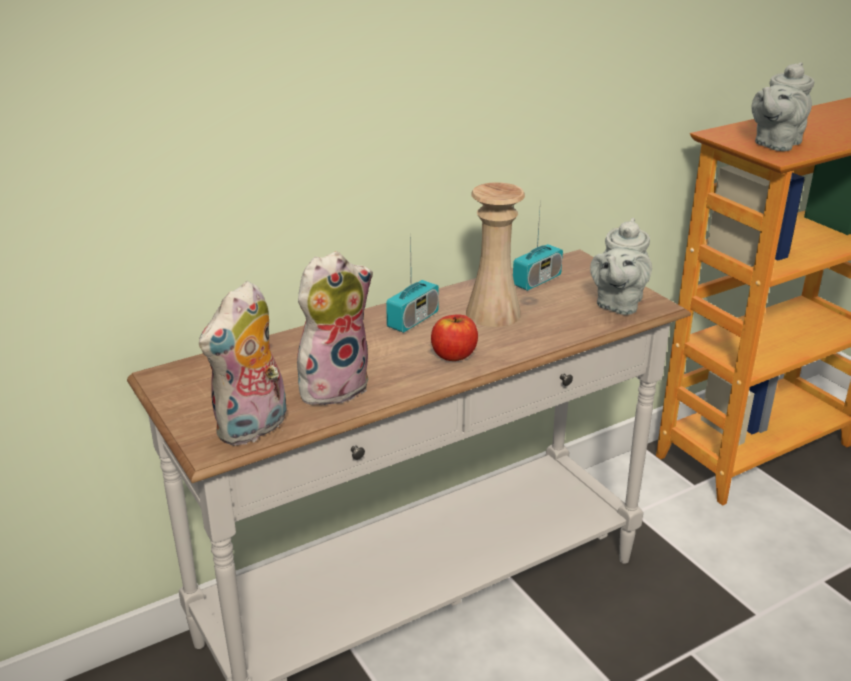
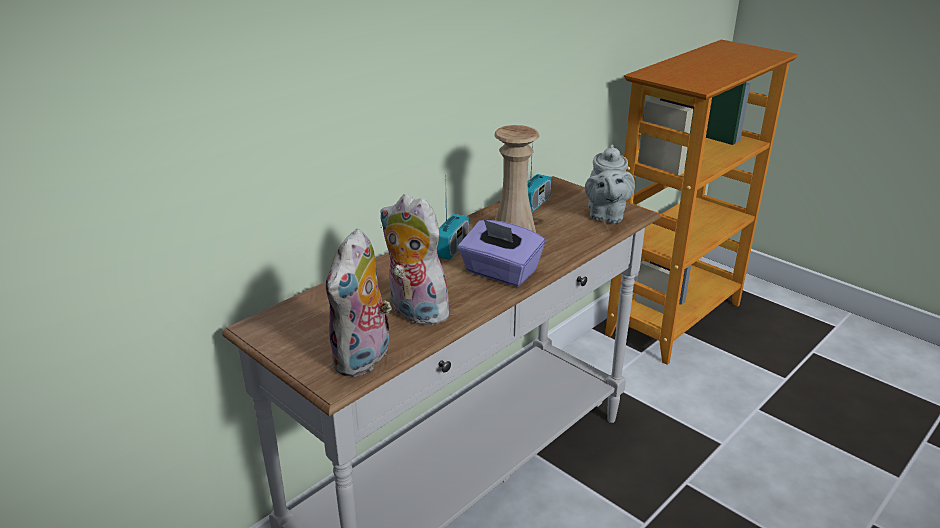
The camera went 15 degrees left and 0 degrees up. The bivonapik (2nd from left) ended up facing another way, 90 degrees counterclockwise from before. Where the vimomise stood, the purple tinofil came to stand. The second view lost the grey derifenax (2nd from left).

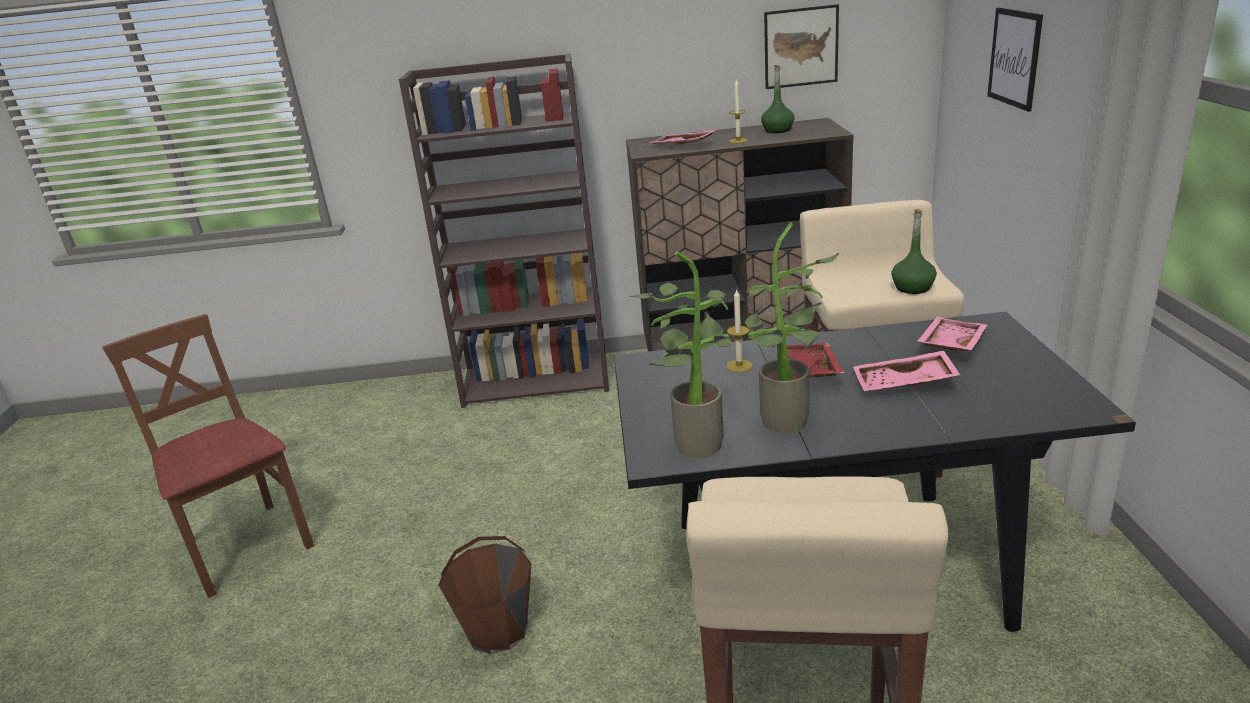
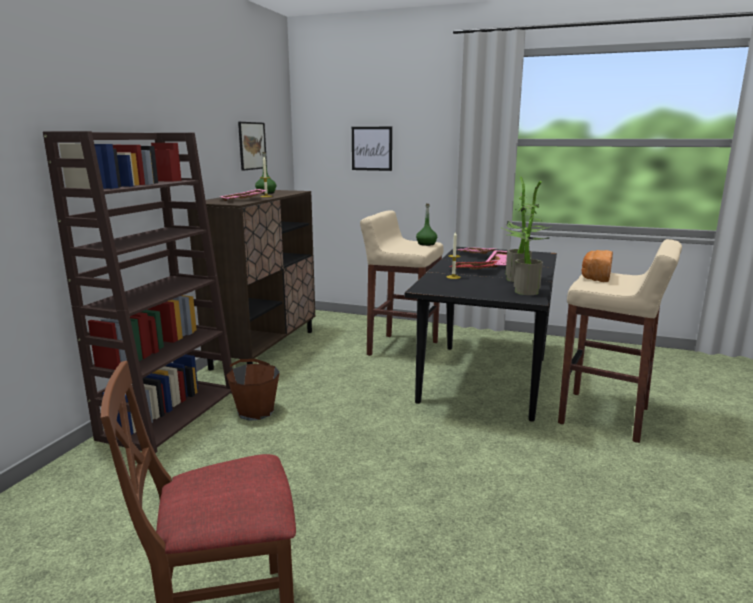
The camera went 70 degrees left and 10 degrees down. The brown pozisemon ended up elsewhere. The second view gained the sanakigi.

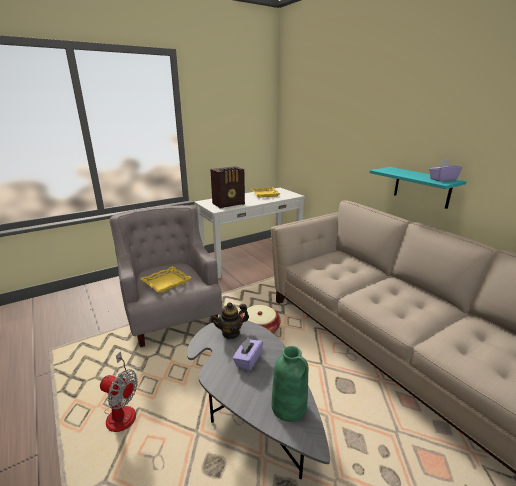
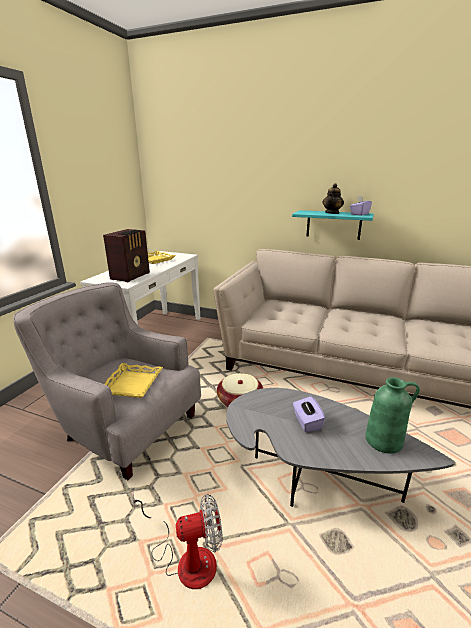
The camera went 35 degrees left and 0 degrees up. The derifenax ended up elsewhere.

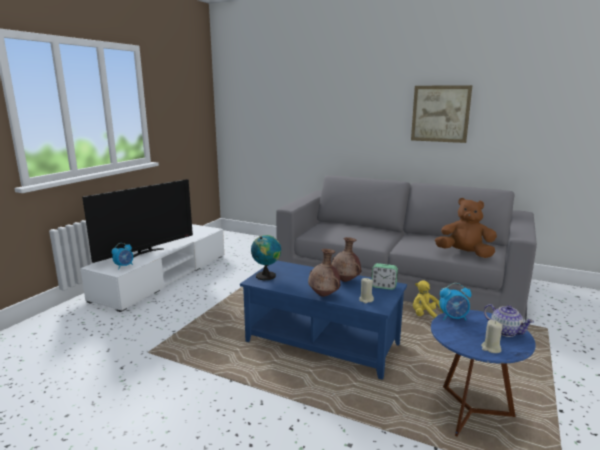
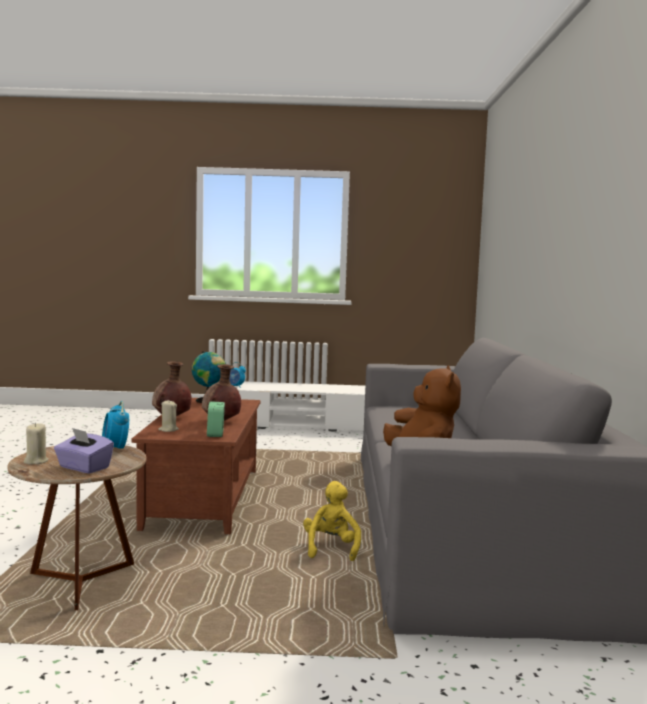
The camera went 65 degrees right and 10 degrees down. The second view lost the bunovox. What was the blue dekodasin turned into the brown dekodasin. The second view lost the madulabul. What was the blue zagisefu turned into the brown zagisefu. Where the derifenax stood, the purple tinofil came to stand.

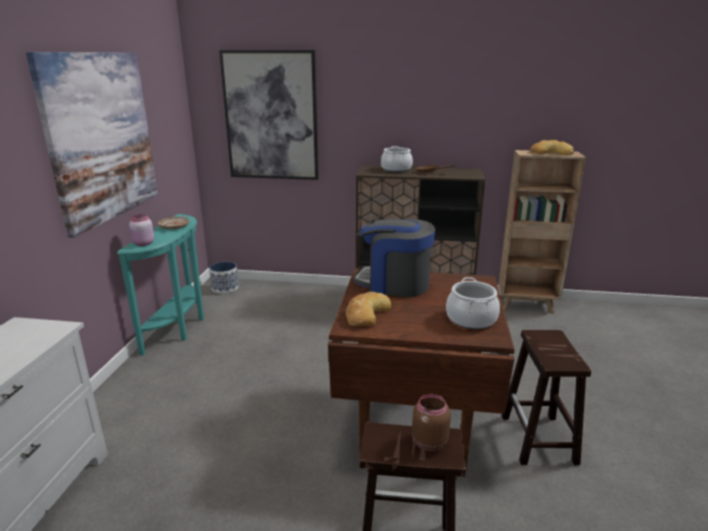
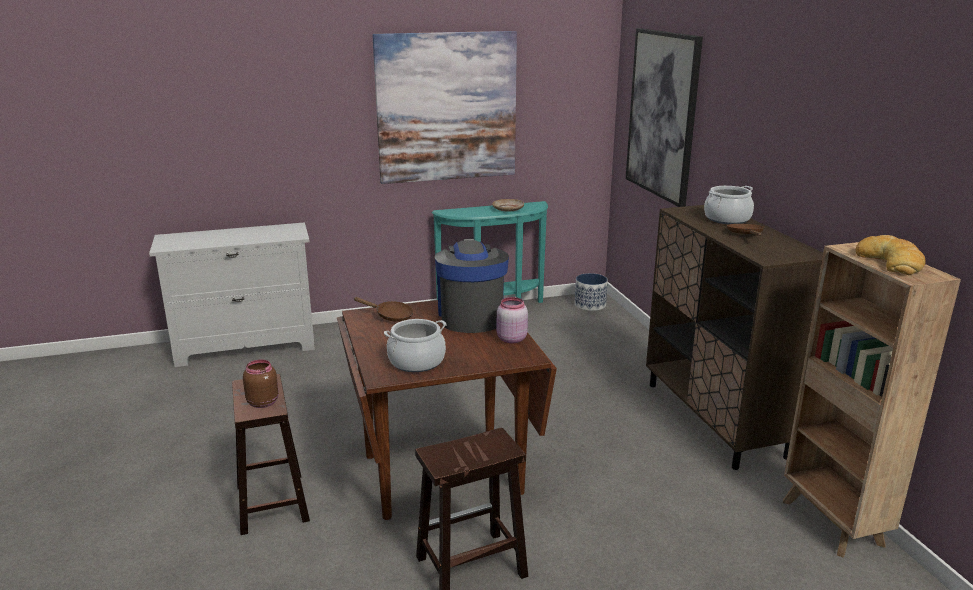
The camera went 65 degrees right and 0 degrees up. The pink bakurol ended up elsewhere. Where the sanakigi (1st from left) stood, the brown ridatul (1st from left) came to stand.

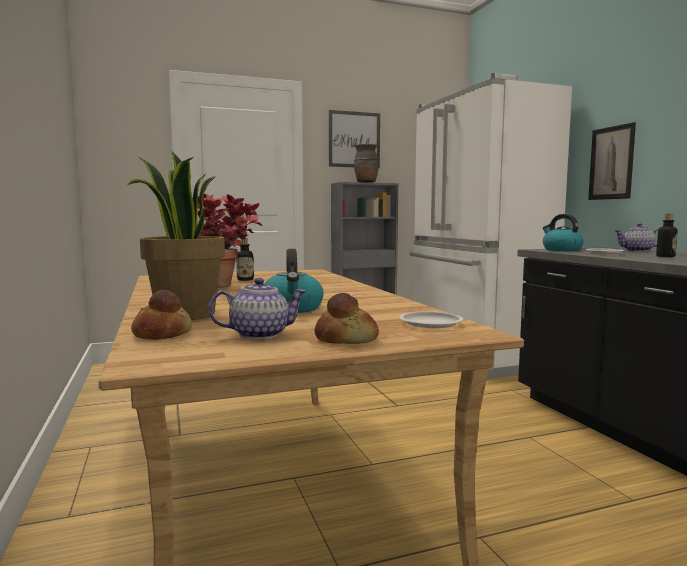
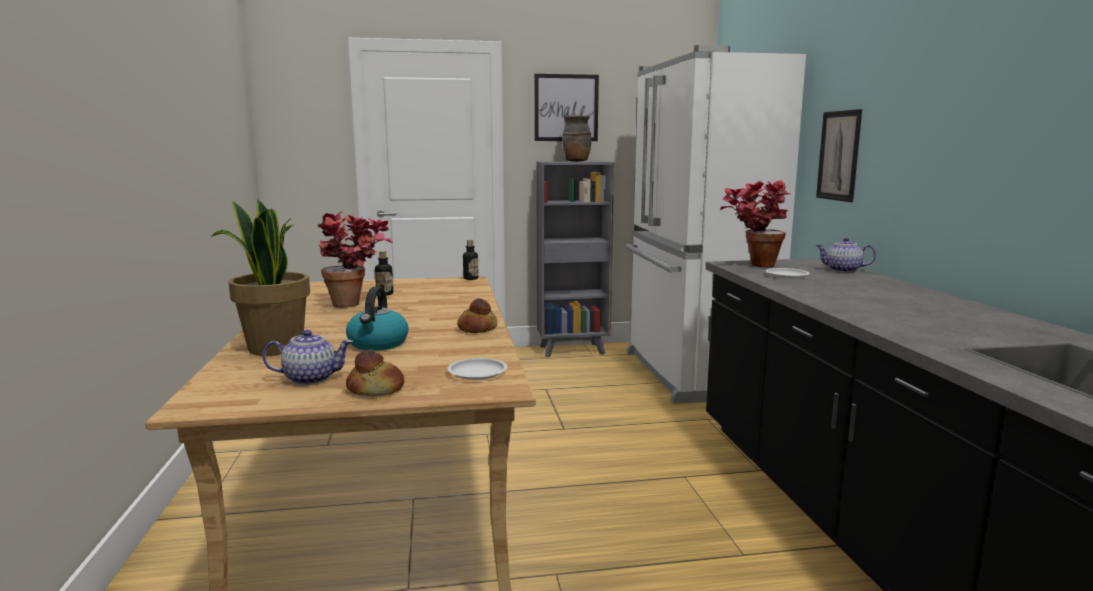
The camera went 10 degrees right and 5 degrees up. The sanakigi (1st from left in the first image) ended up elsewhere. Where the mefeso (2nd from left) stood, the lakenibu (3rd from left) came to stand. The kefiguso (2nd from left) ended up elsewhere.

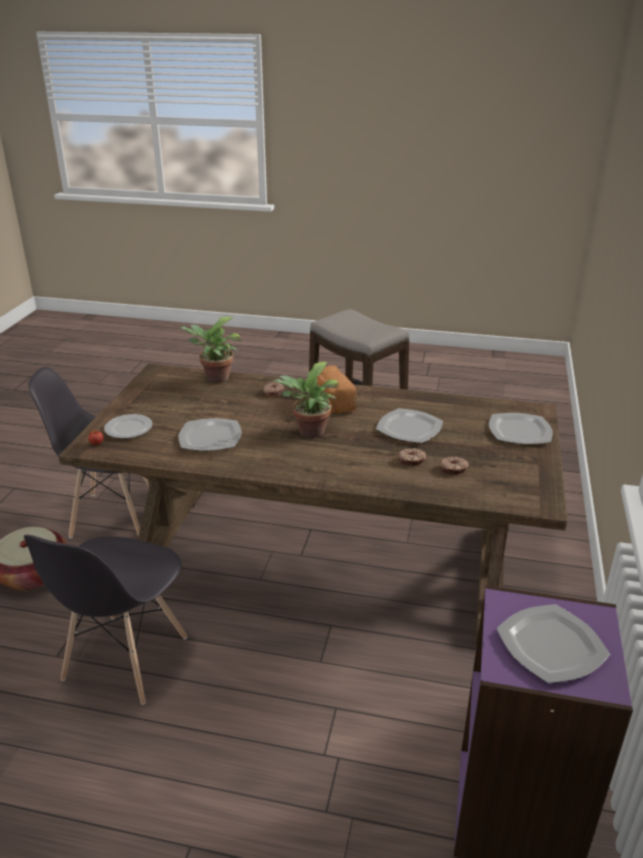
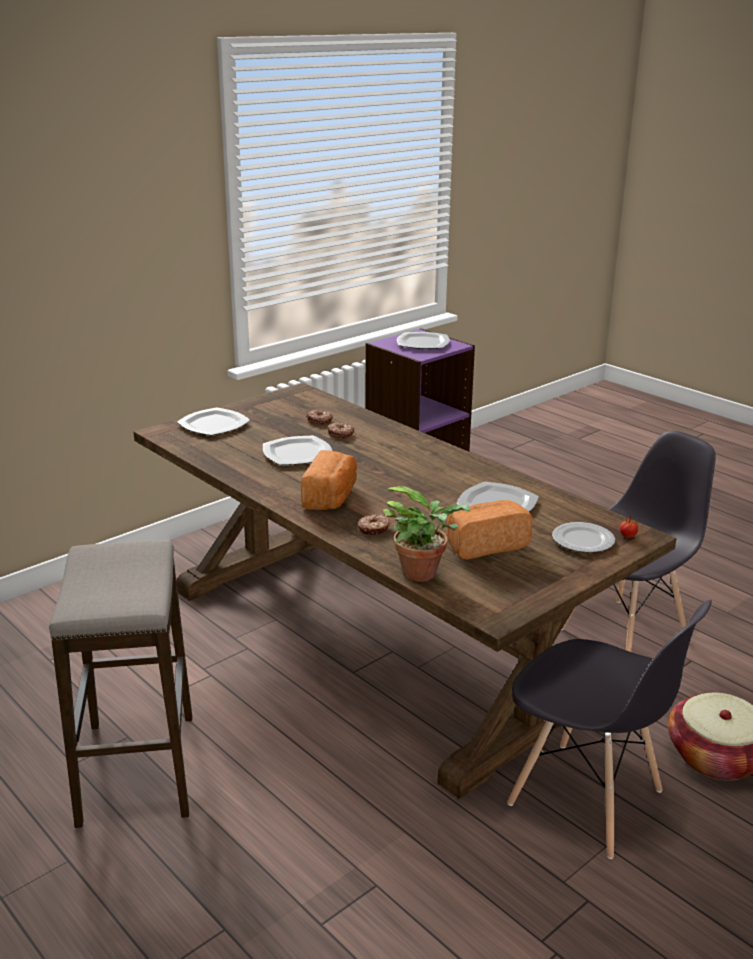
The camera went 145 degrees left and 5 degrees down. The second view lost the lakenibu (2nd from left). The second view gained the sanakigi (2nd from left).

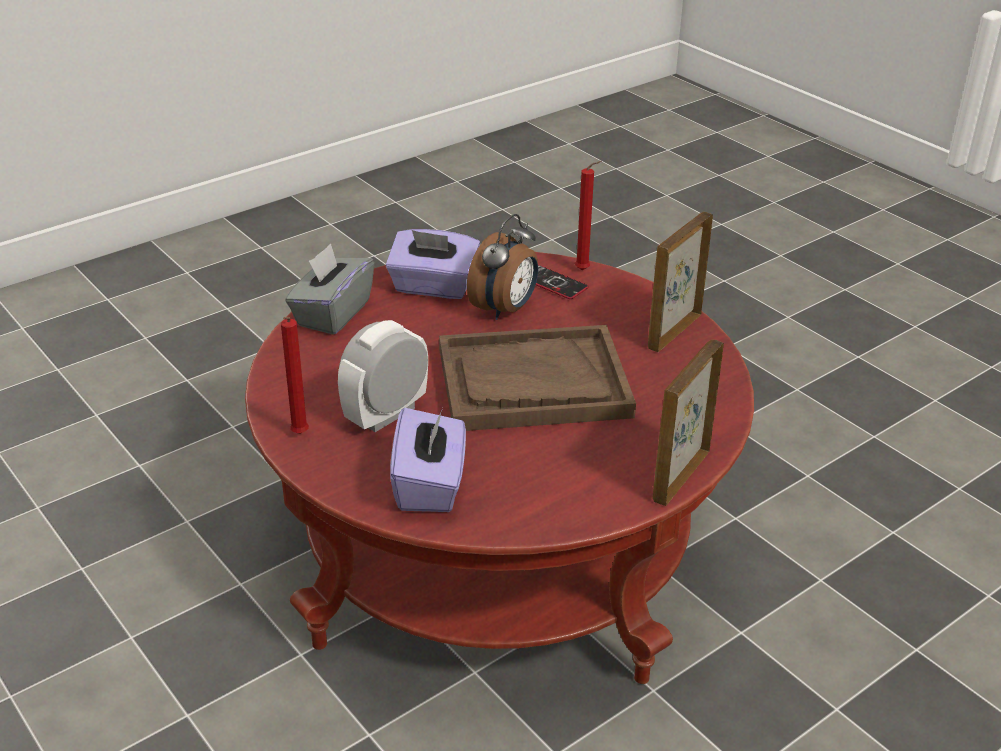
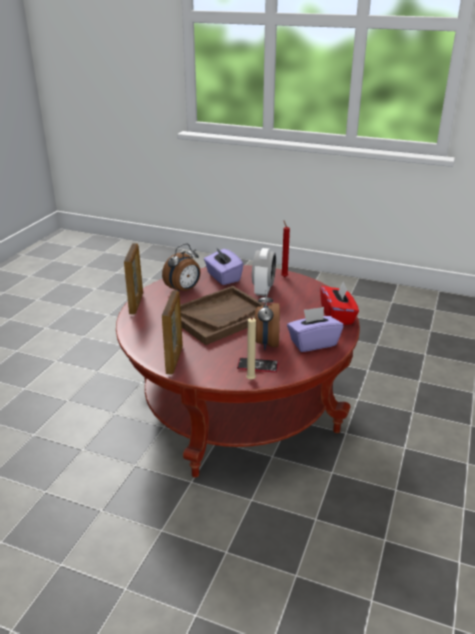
The camera went 150 degrees right and 5 degrees down. What was the grey tinofil turned into the red tinofil. What was the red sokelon (2nd from left) turned into the beige sokelon. The second view gained the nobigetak (1st from left).

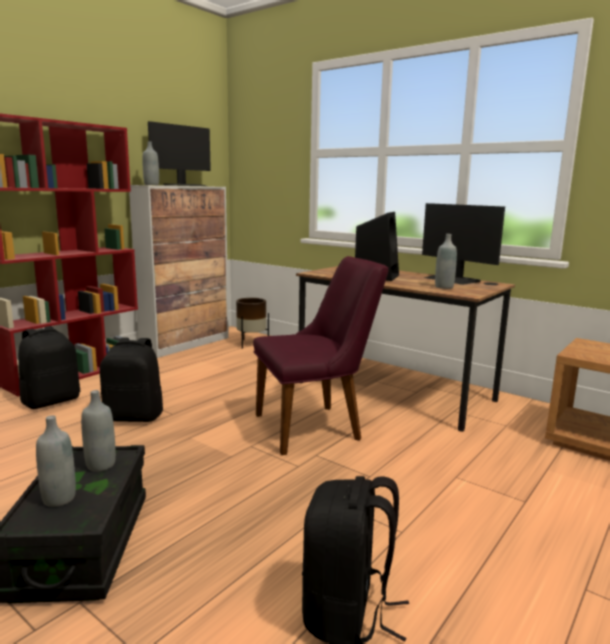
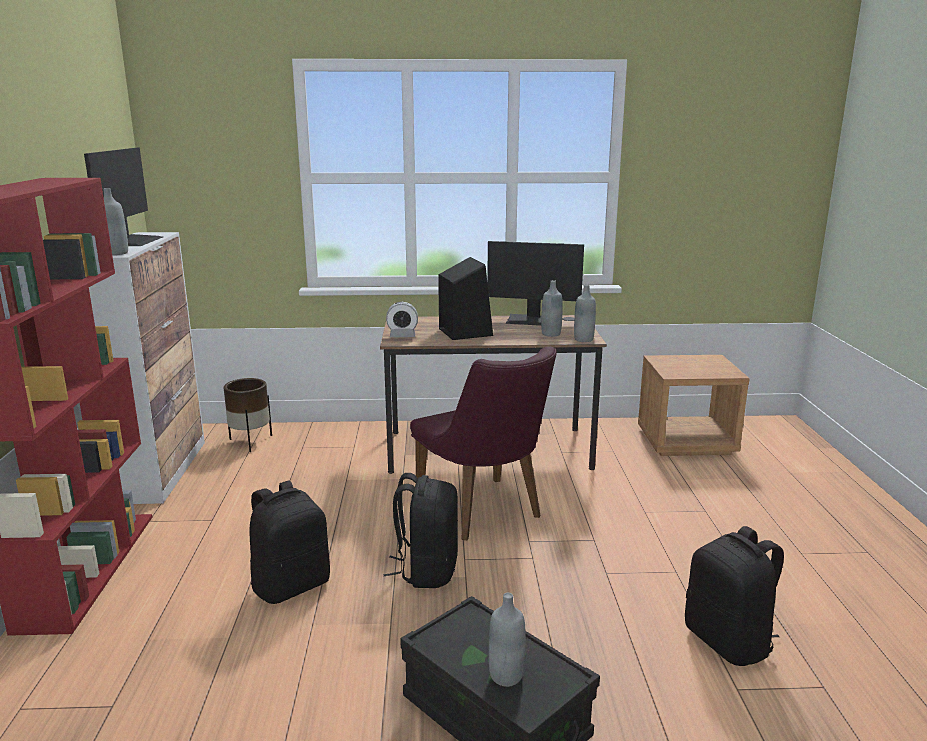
The camera went 40 degrees left and 5 degrees up. The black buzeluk (1st from left in the first image) ended up elsewhere. The grey kefiguso (2nd from left in the first image) ended up elsewhere. The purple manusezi ended up facing another way, 120 degrees clockwise from before. The second view gained the nobigetak.

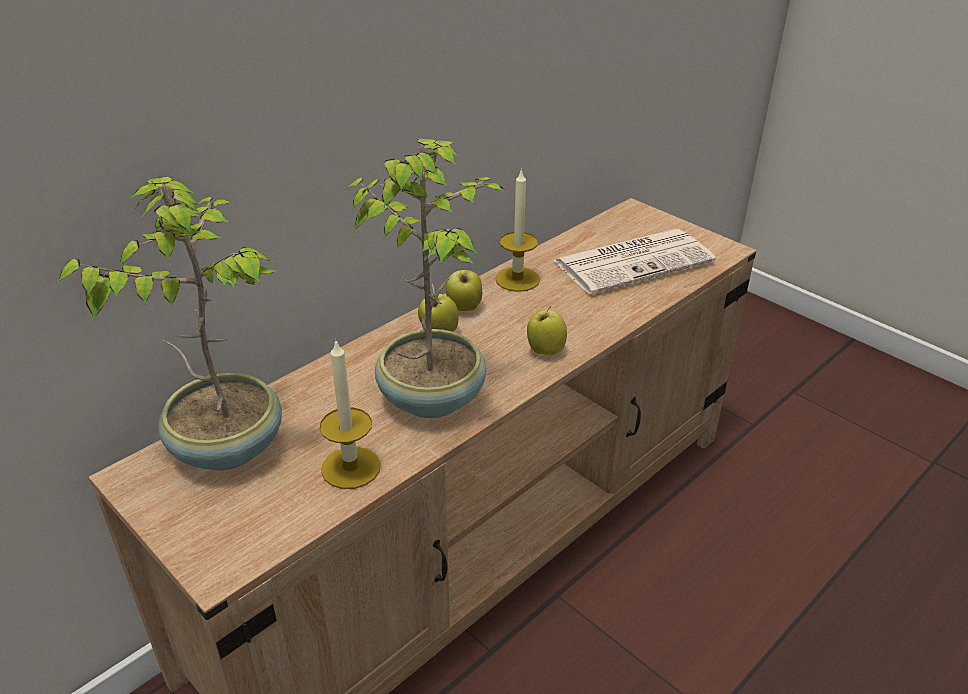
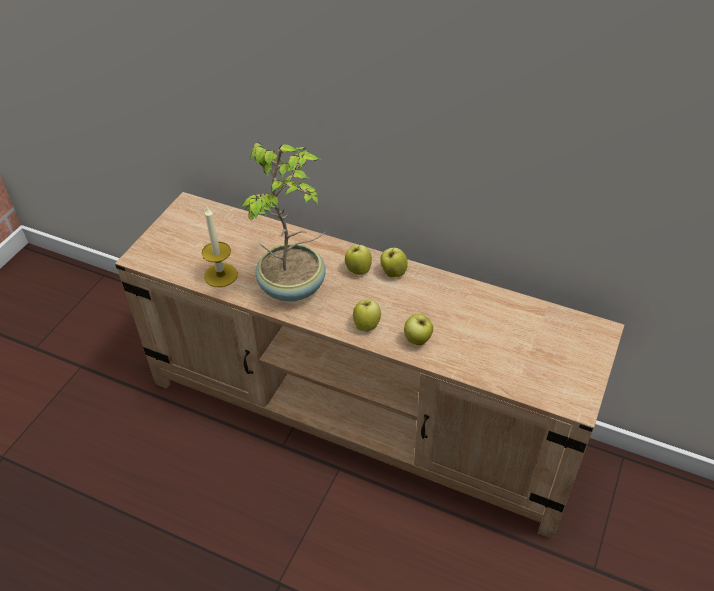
The camera went 70 degrees right and 10 degrees up. The second view lost the lakenibu (1st from left). The second view lost the sokelon (2nd from left). The second view lost the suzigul. The second view gained the vimomise (4th from left).

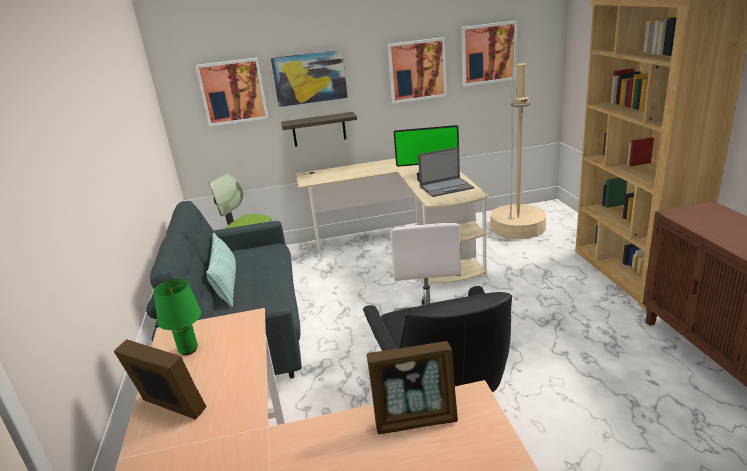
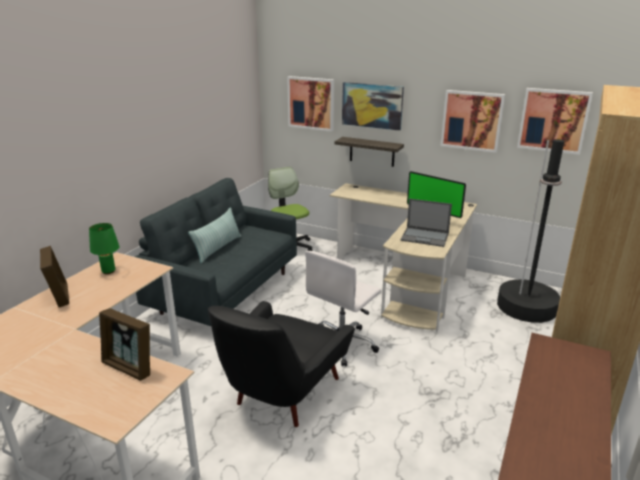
The camera went 35 degrees right and 0 degrees up. What was the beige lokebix turned into the black lokebix.

